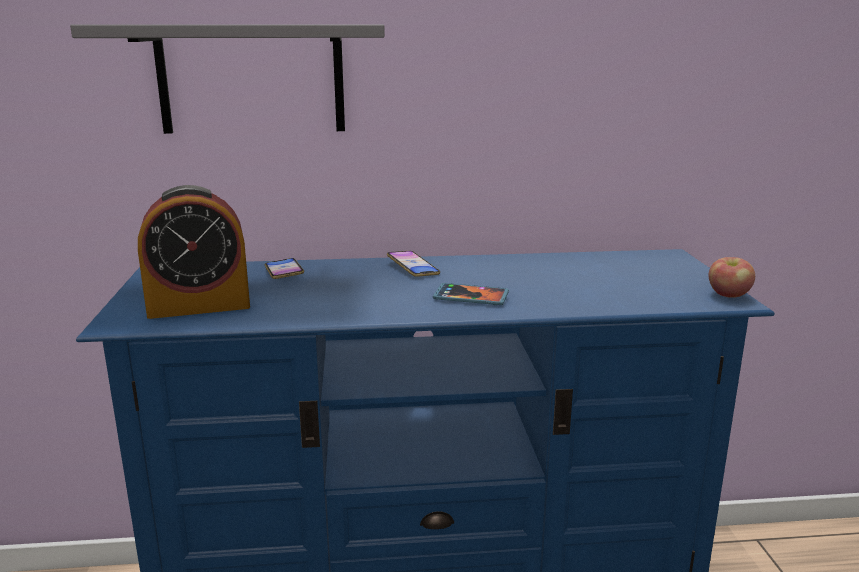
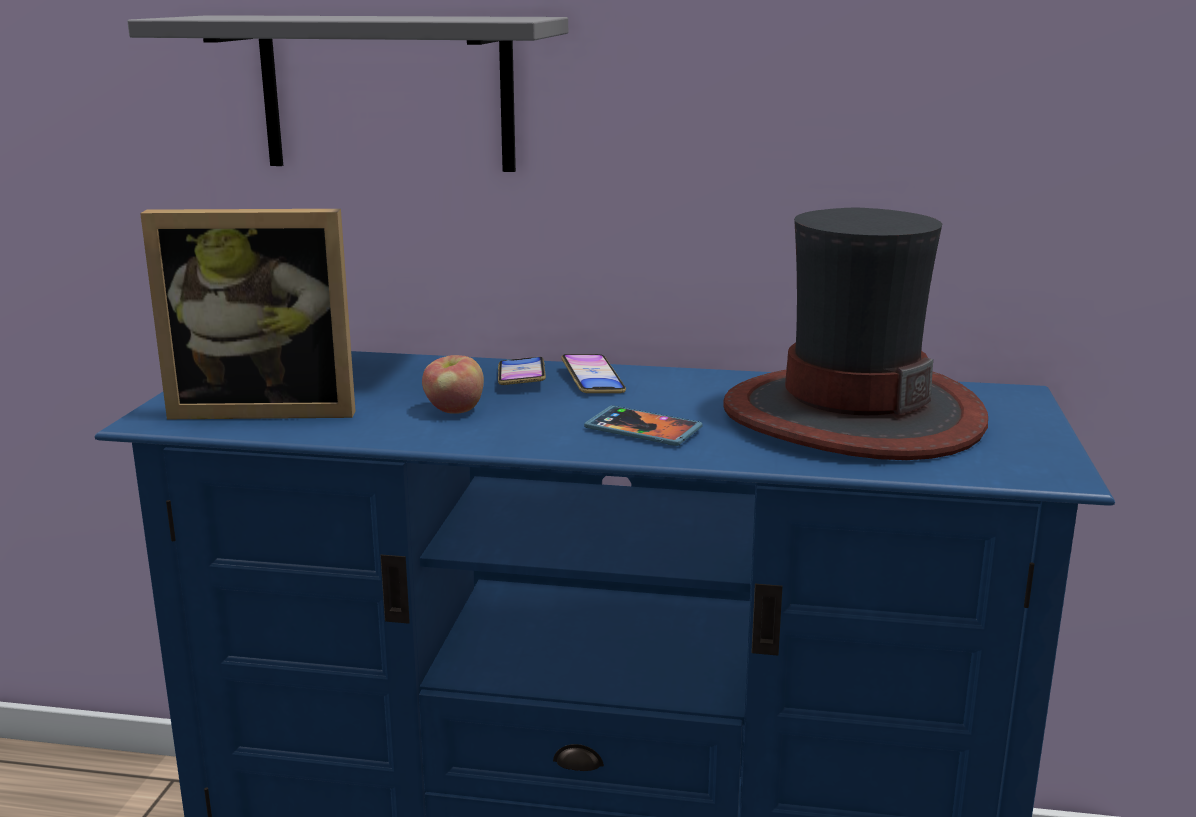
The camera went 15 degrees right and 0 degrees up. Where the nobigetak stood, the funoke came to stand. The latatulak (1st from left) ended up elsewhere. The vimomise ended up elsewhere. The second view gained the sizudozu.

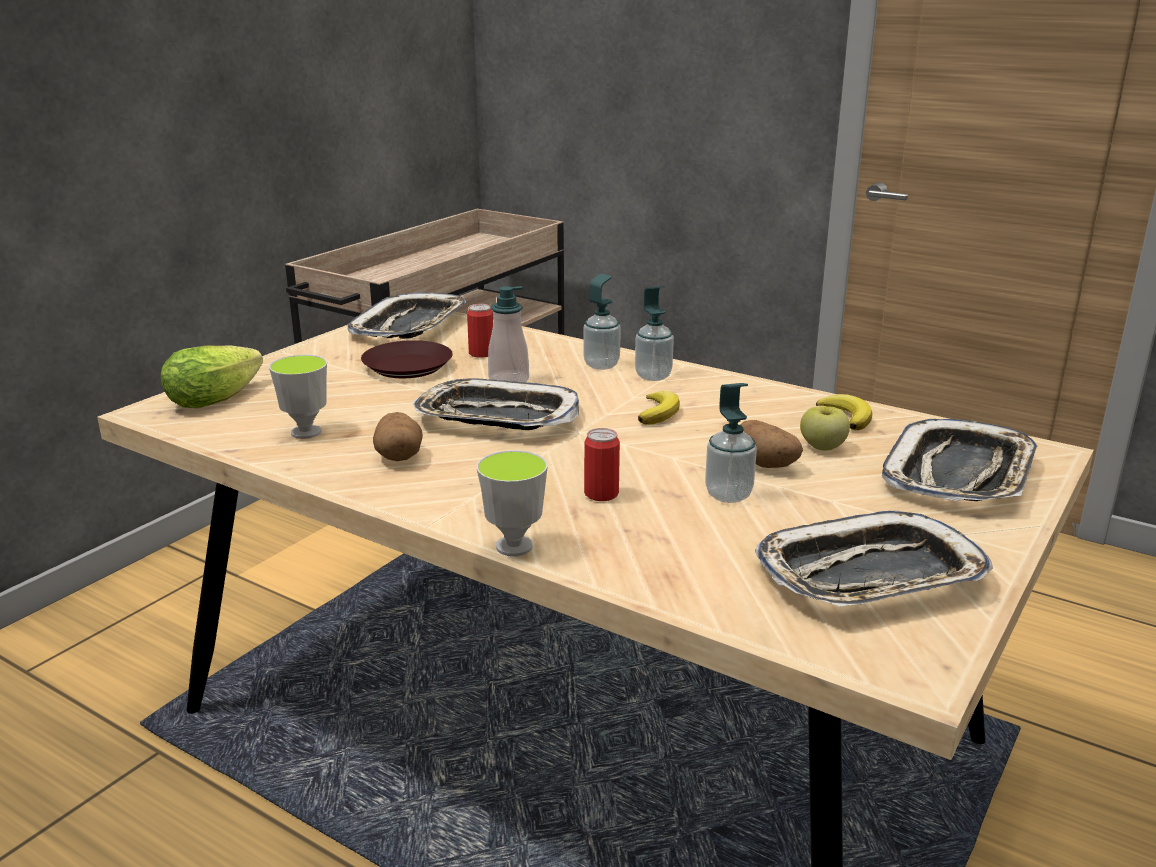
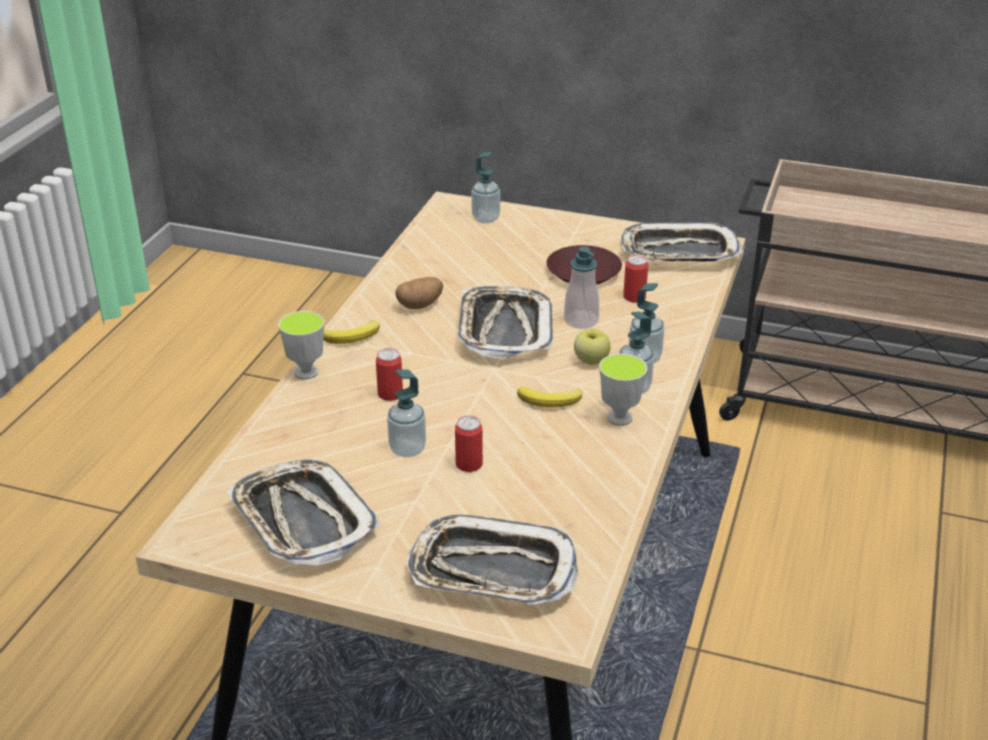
The camera went 75 degrees right and 10 degrees up. Where the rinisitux stood, the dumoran (2nd from left) came to stand. The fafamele (1st from left in the first image) ended up elsewhere. Where the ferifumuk (2nd from left) stood, the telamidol (2nd from left) came to stand. The vimomise ended up elsewhere. The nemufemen (2nd from left in the first image) ended up elsewhere.

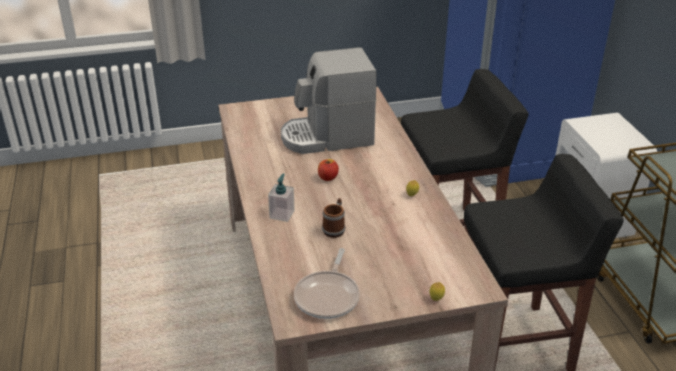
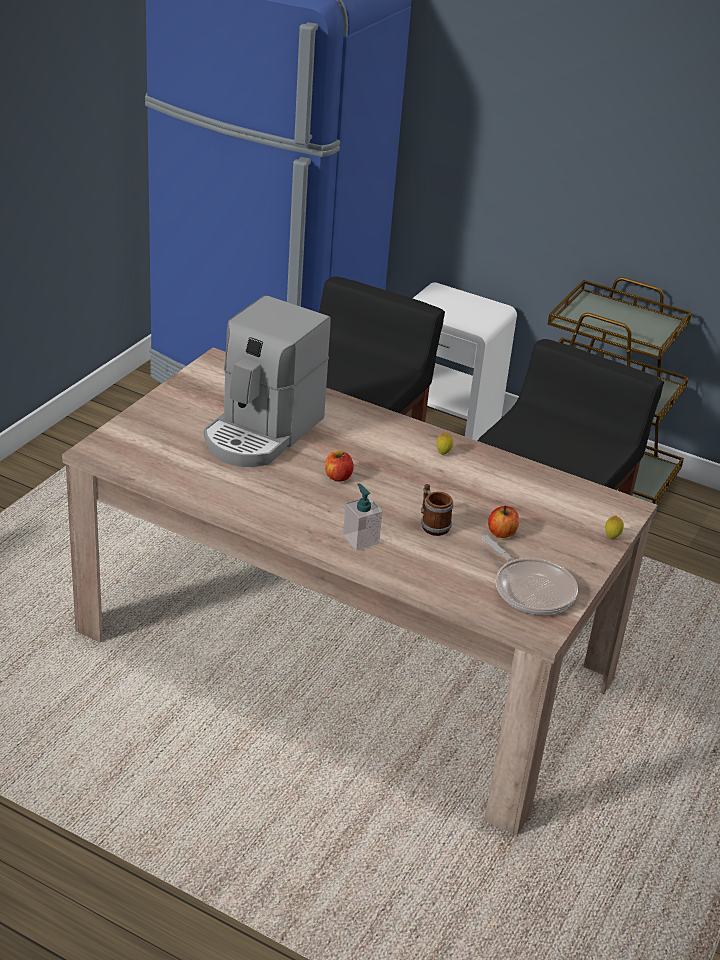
The camera went 50 degrees left and 0 degrees up. The second view gained the vimomise (2nd from left).

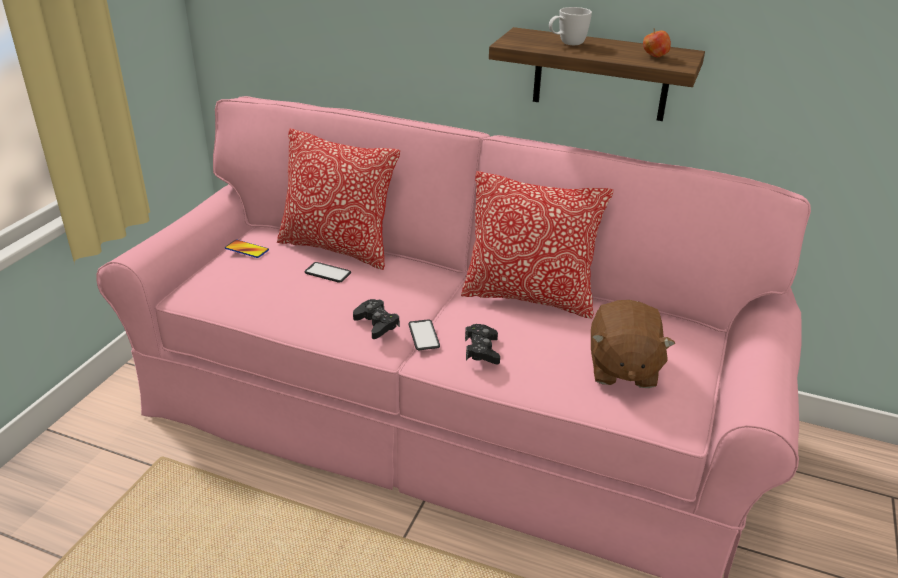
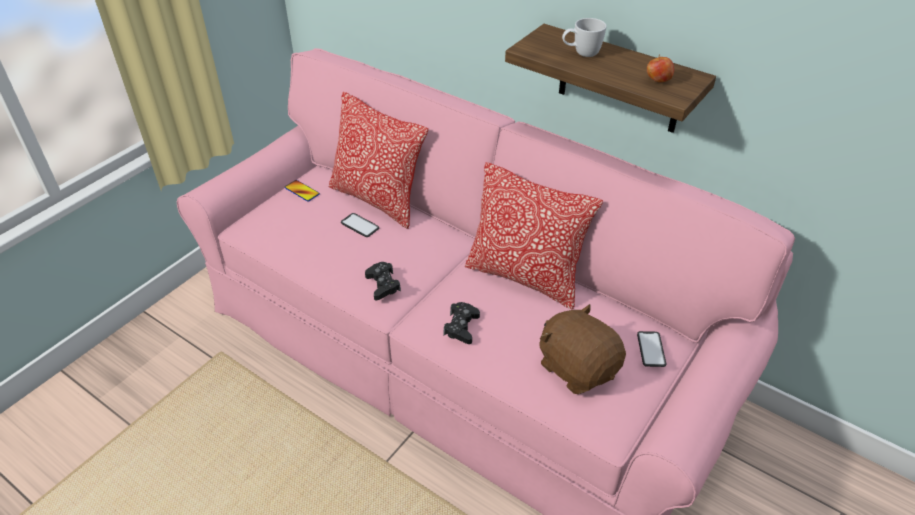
The camera went 15 degrees right and 10 degrees up. The latatulak (3rd from left) ended up elsewhere. The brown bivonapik ended up facing another way, 120 degrees clockwise from before.

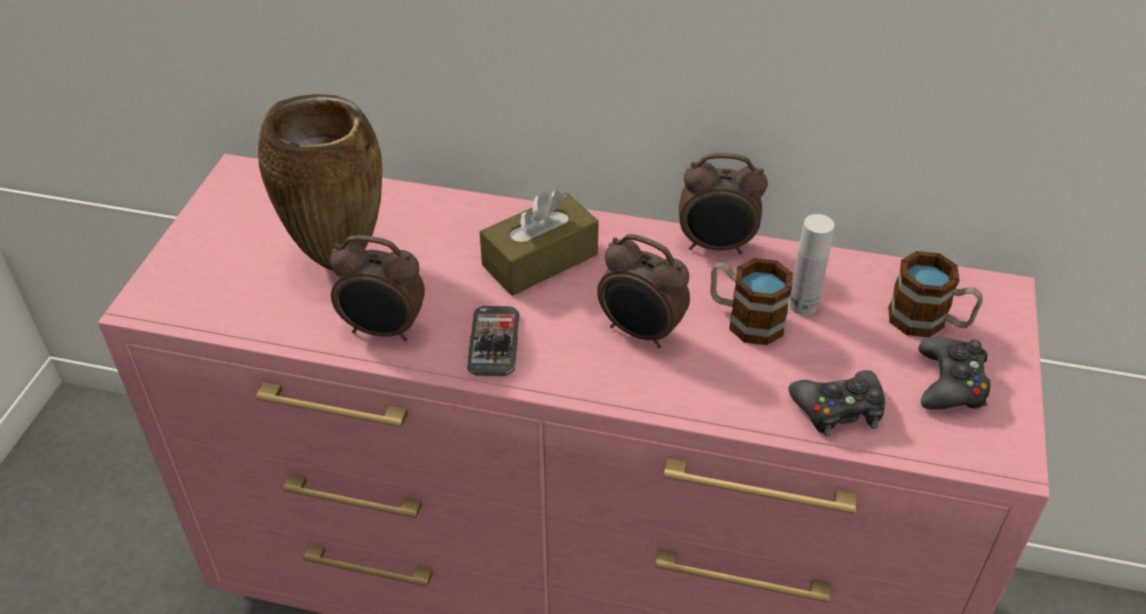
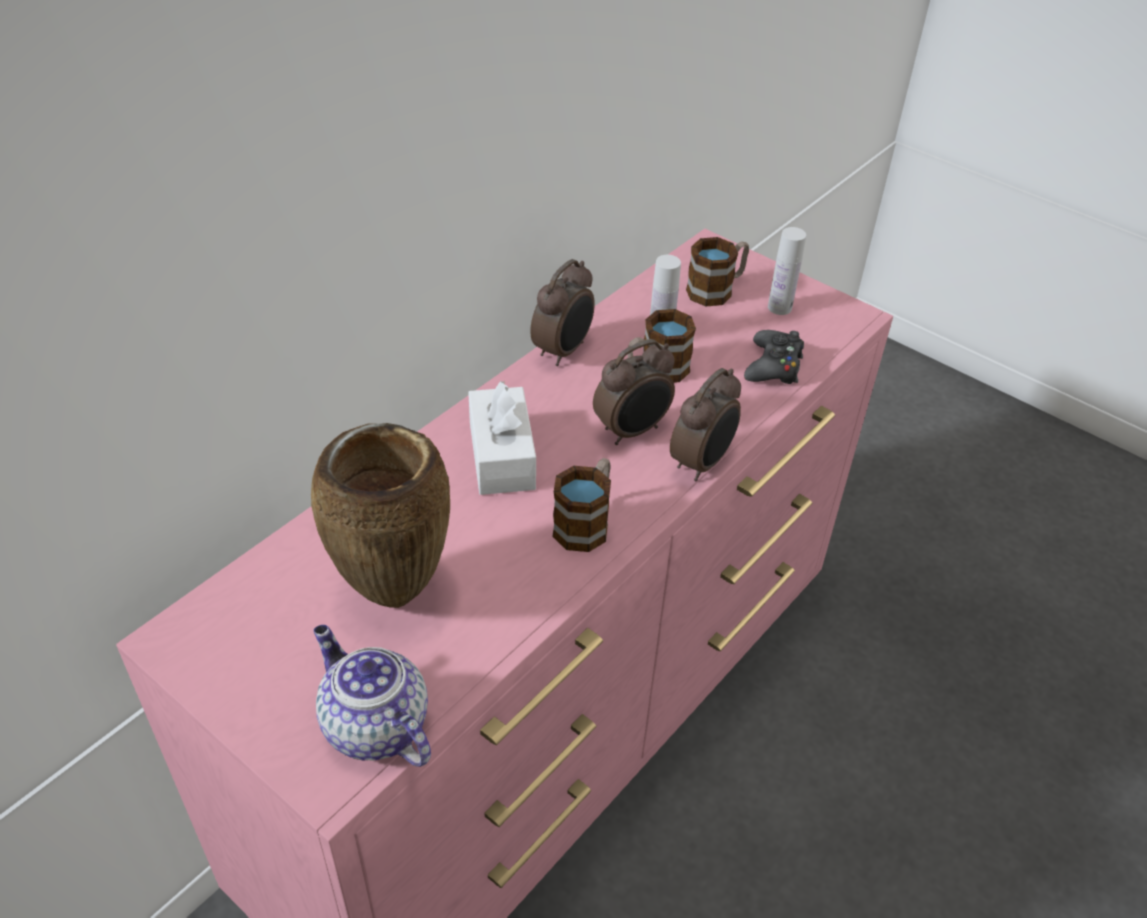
The camera went 65 degrees left and 0 degrees up. The nobigetak (1st from left in the first image) ended up elsewhere. Where the latatulak stood, the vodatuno (1st from left) came to stand. What was the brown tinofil turned into the white tinofil. Where the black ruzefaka (2nd from left) stood, the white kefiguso (2nd from left) came to stand. The second view gained the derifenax.

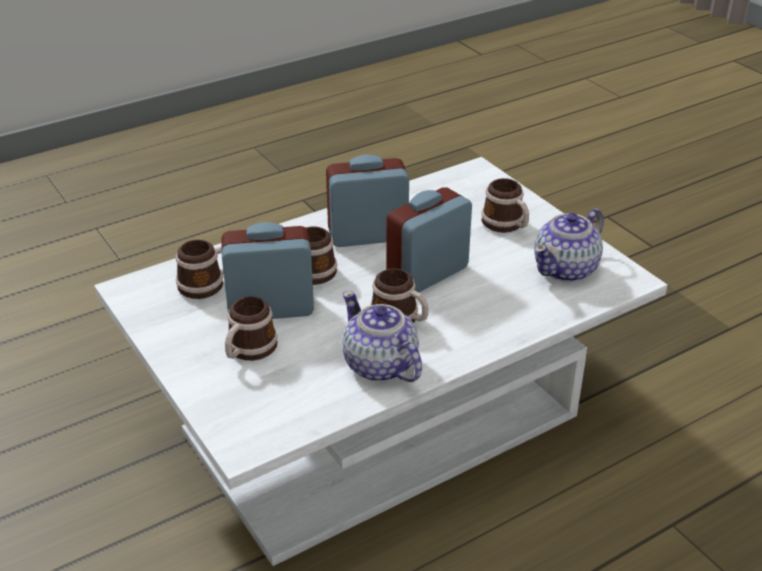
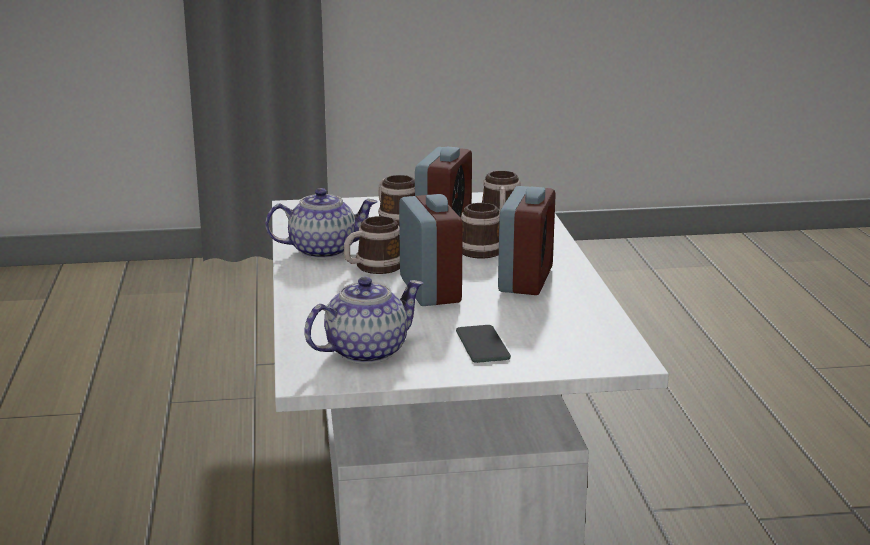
The camera went 115 degrees right and 15 degrees down. Where the vodatuno (5th from left) stood, the latatulak came to stand. The derifenax (2nd from left) ended up facing another way, 75 degrees clockwise from before.

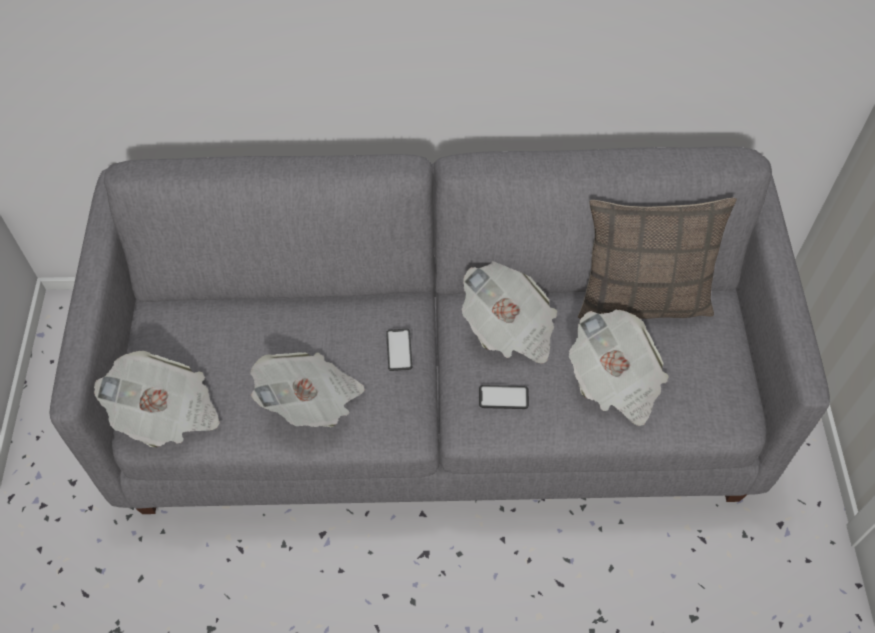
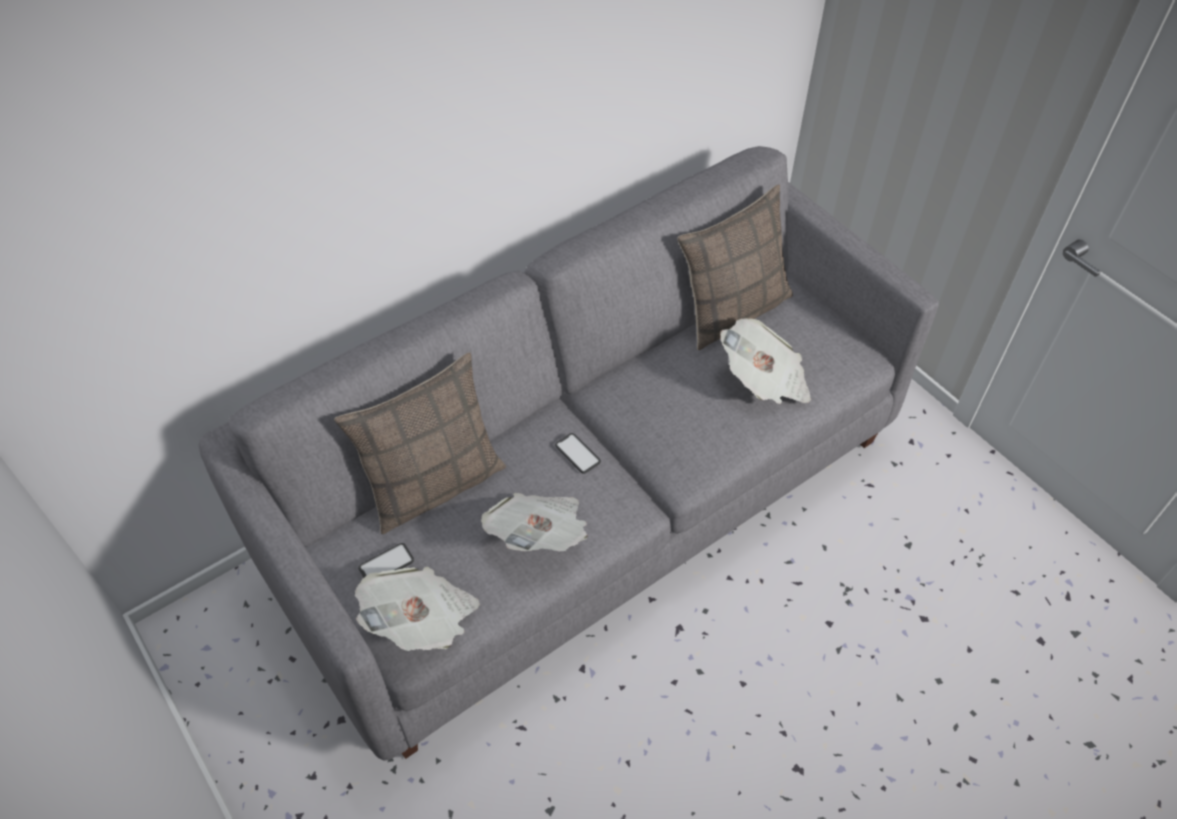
The camera went 35 degrees left and 5 degrees down. The second view lost the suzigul (3rd from left). The latatulak (2nd from left in the first image) ended up elsewhere. The second view gained the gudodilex (1st from left).

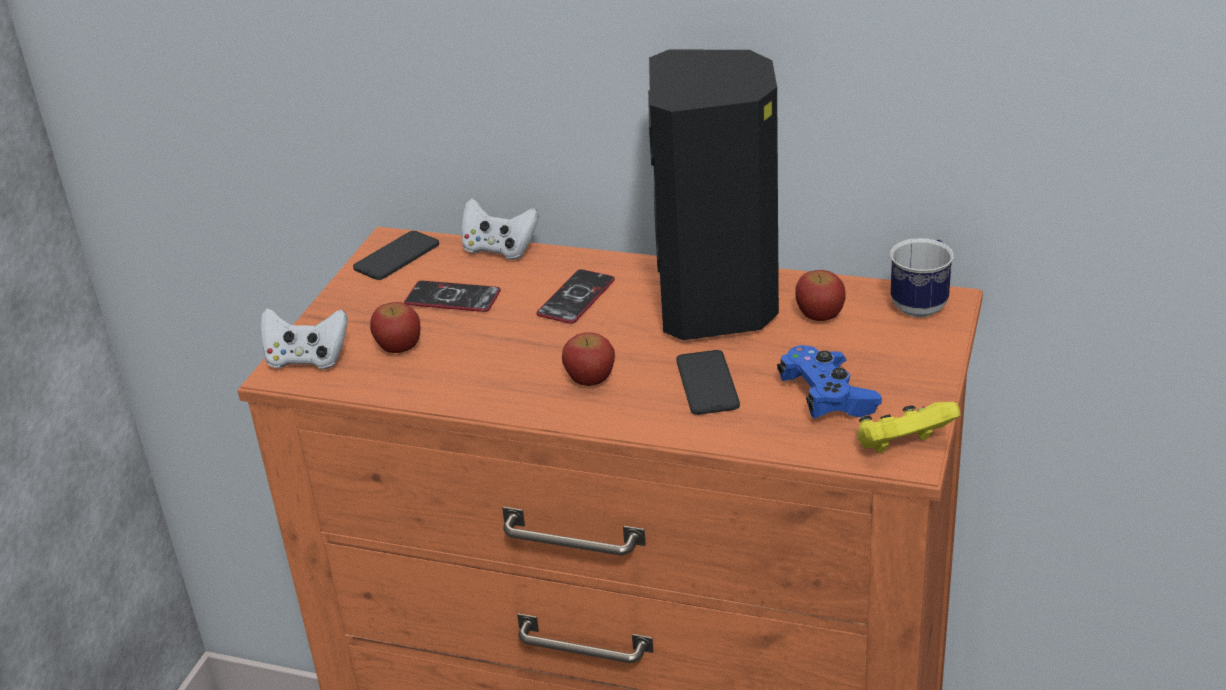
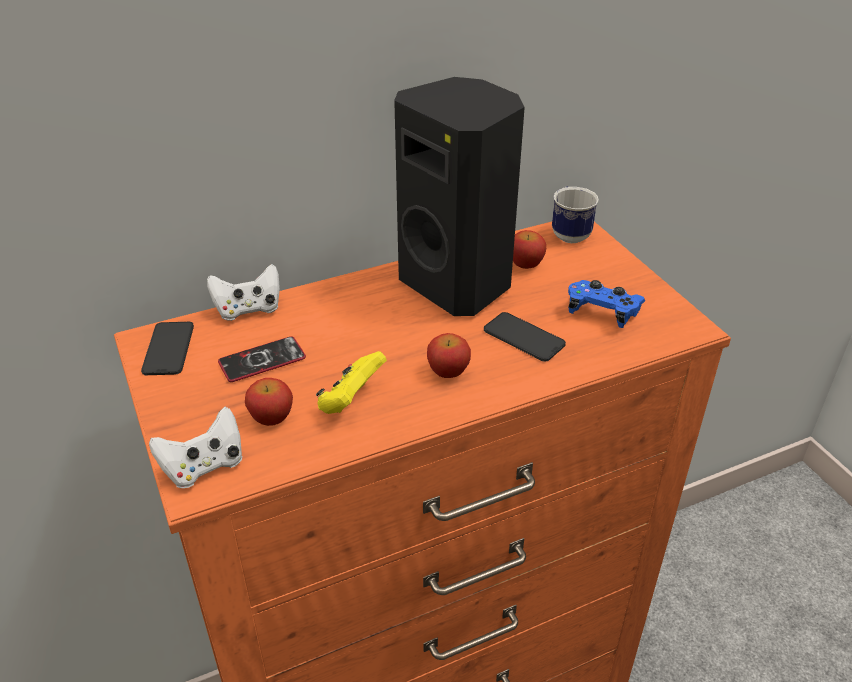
The camera went 45 degrees left and 5 degrees up. The second view lost the latatulak (3rd from left). The yellow ruzefaka ended up elsewhere.

